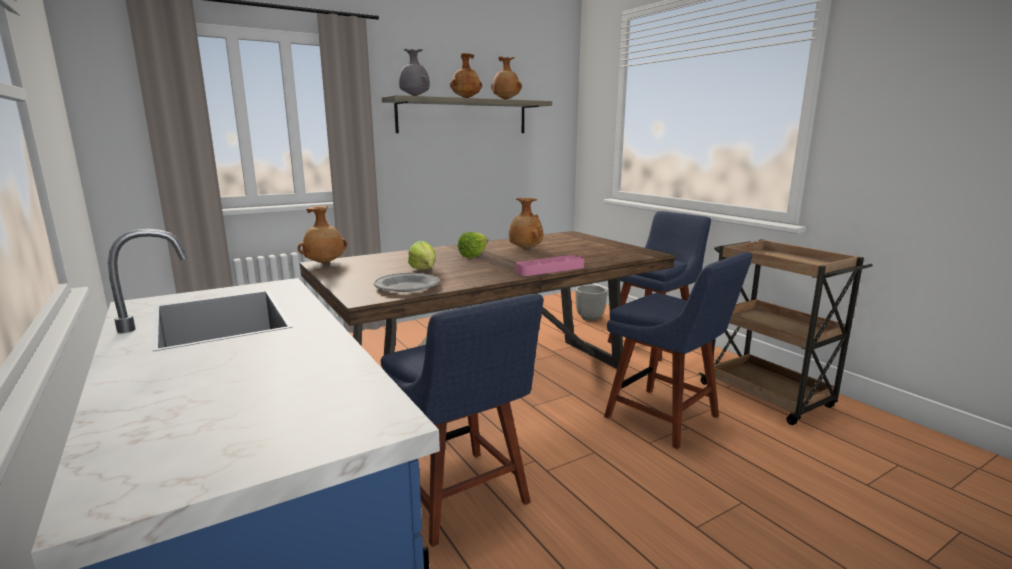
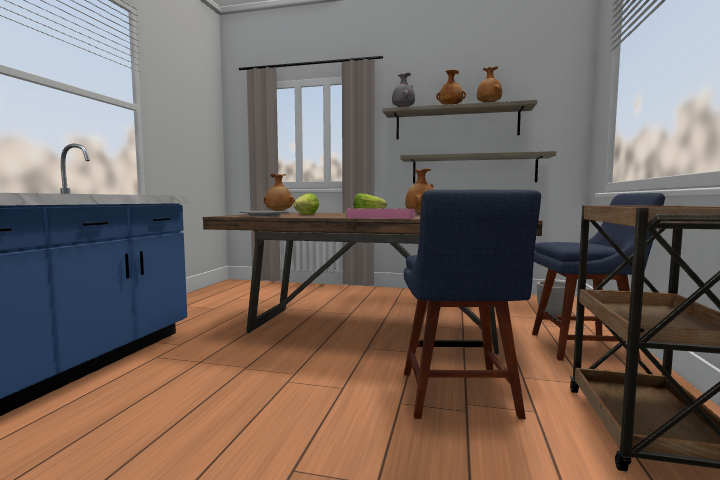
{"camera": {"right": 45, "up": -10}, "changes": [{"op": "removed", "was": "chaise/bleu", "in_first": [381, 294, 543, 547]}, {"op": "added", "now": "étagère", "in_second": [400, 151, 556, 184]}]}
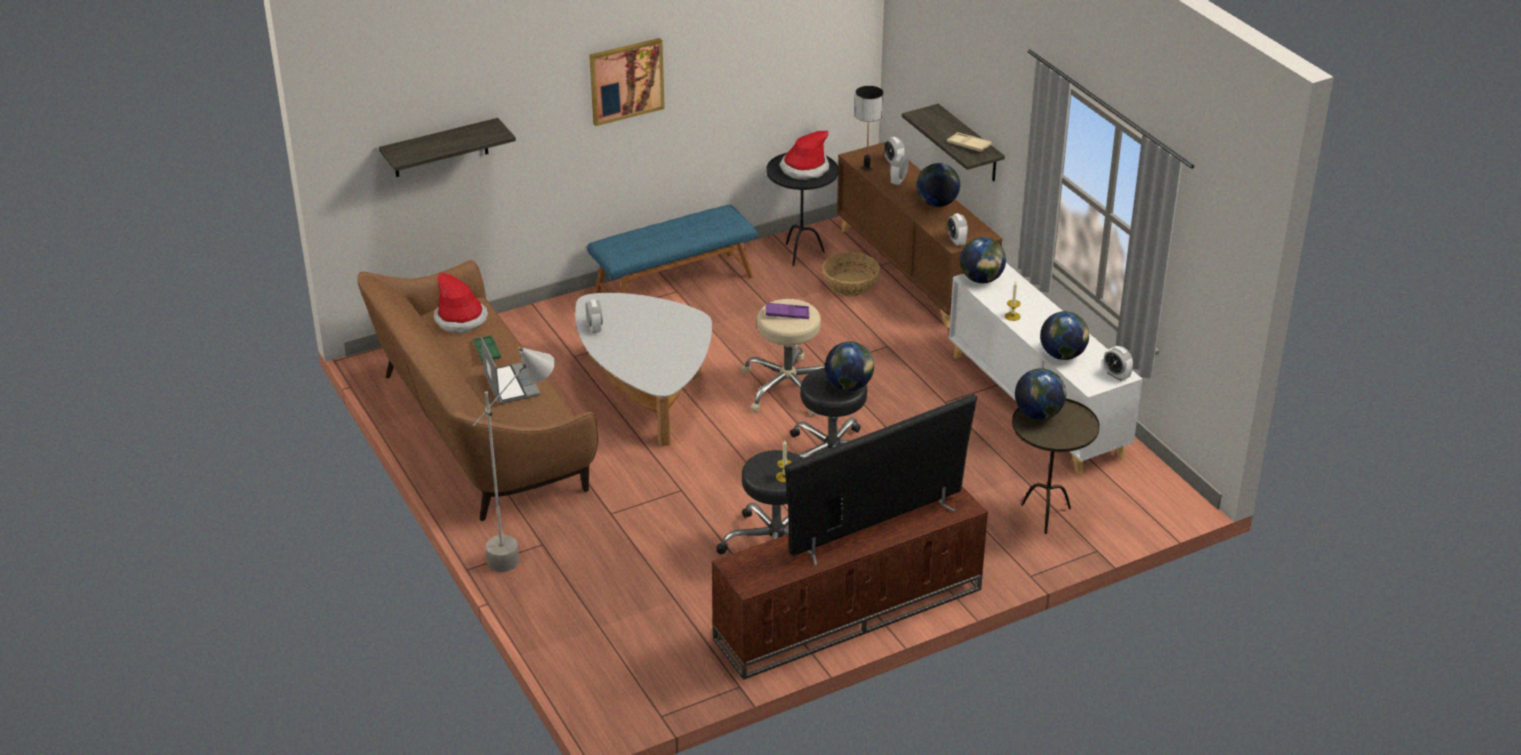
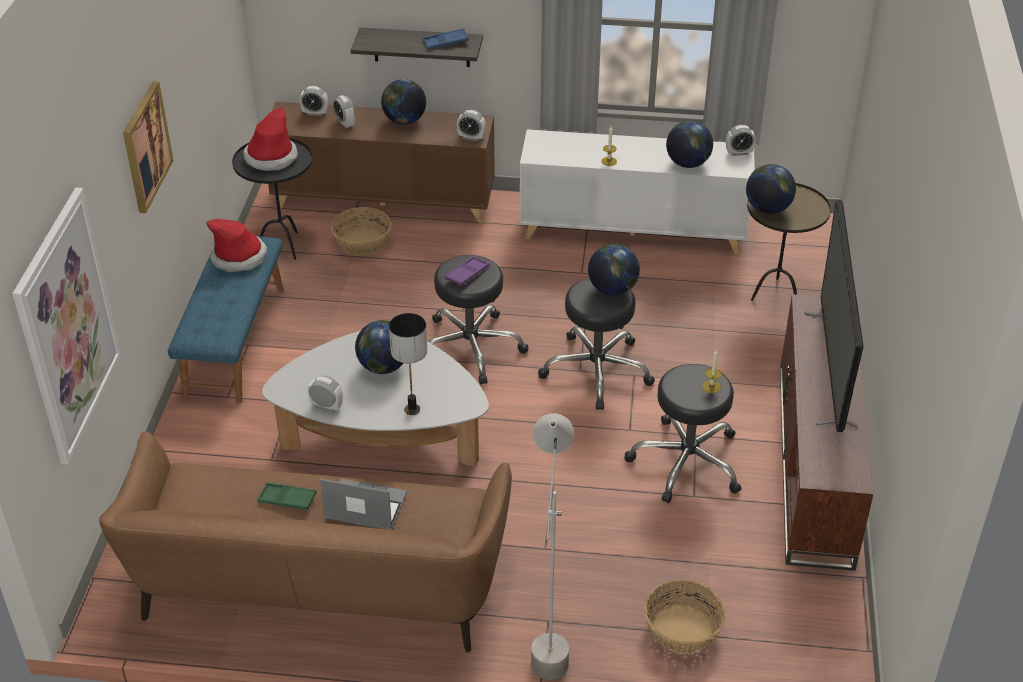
{"camera": {"right": -55, "up": 5}, "changes": [{"op": "moved", "was": "lampe de table", "in_first": [855, 86, 884, 171], "in_second": [389, 313, 427, 415]}, {"op": "replaced", "was": "étagère", "now": "tableau", "in_first": [379, 118, 516, 177], "in_second": [12, 187, 121, 464]}, {"op": "recoloured", "was": "plateau/beige", "now": "plateau/bleu", "in_first": [947, 132, 992, 152], "in_second": [423, 28, 469, 50]}, {"op": "moved", "was": "globe", "in_first": [960, 237, 1006, 283], "in_second": [355, 320, 403, 374]}, {"op": "moved", "was": "chapeau", "in_first": [434, 272, 488, 333], "in_second": [206, 219, 267, 272]}, {"op": "recoloured", "was": "tabouret/beige", "now": "tabouret/noir", "in_first": [741, 299, 825, 416], "in_second": [428, 255, 529, 384]}, {"op": "added", "now": "panier", "in_second": [644, 580, 725, 653]}]}
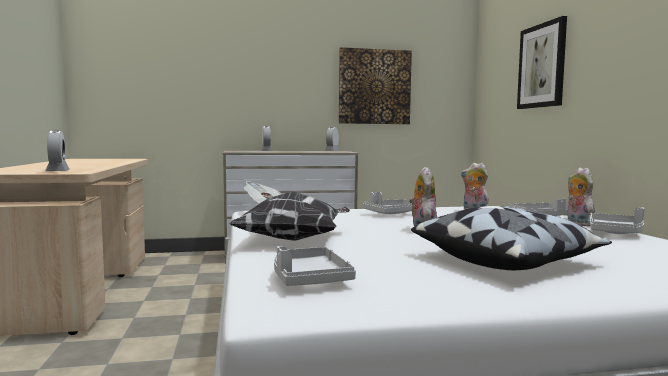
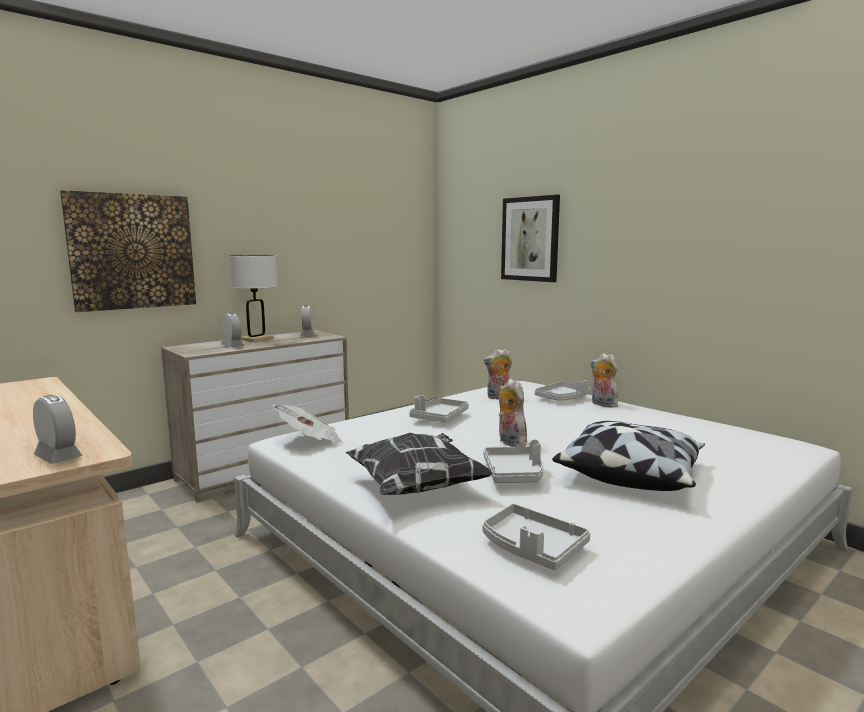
{"camera": {"right": -30, "up": 5}, "changes": [{"op": "moved", "was": "tableau", "in_first": [339, 47, 412, 124], "in_second": [60, 190, 196, 312]}, {"op": "moved", "was": "plateau/gris", "in_first": [590, 207, 644, 234], "in_second": [483, 439, 543, 483]}, {"op": "added", "now": "lampe de table/blanc", "in_second": [228, 255, 278, 342]}]}
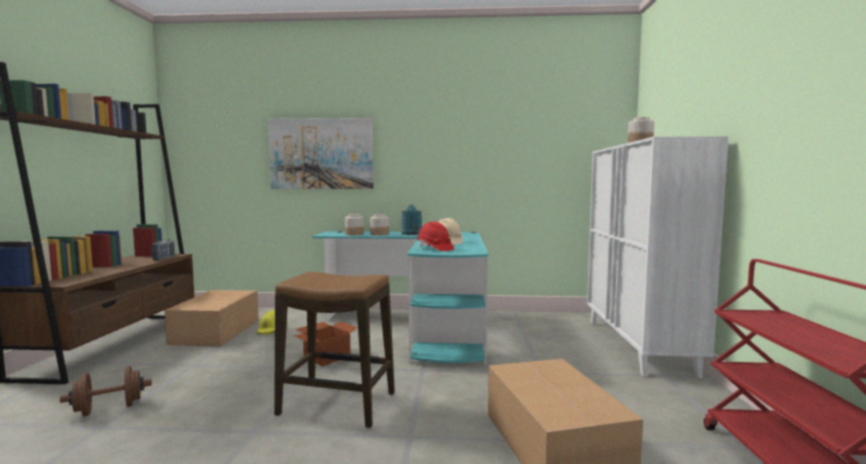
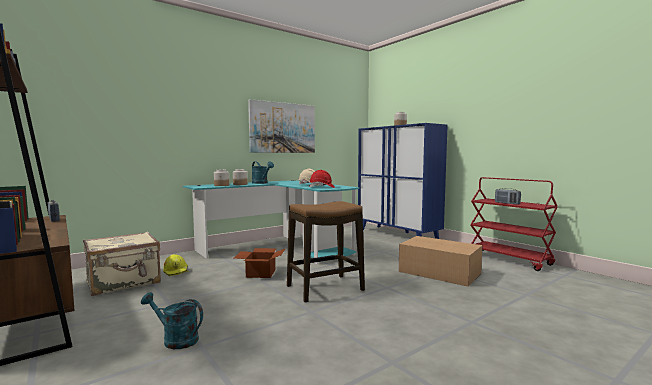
{"camera": {"right": -40, "up": 0}, "changes": [{"op": "moved", "was": "tableau", "in_first": [268, 118, 374, 189], "in_second": [248, 99, 315, 153]}, {"op": "recoloured", "was": "meuble de rangement/blanc", "now": "meuble de rangement/bleu", "in_first": [587, 136, 728, 378], "in_second": [358, 123, 447, 239]}, {"op": "replaced", "was": "carton", "now": "valise/beige", "in_first": [165, 290, 259, 346], "in_second": [83, 232, 161, 296]}, {"op": "replaced", "was": "haltère/marron", "now": "arrosoir/turquoise", "in_first": [60, 366, 152, 416], "in_second": [141, 292, 203, 349]}, {"op": "added", "now": "radio", "in_second": [495, 188, 521, 205]}]}
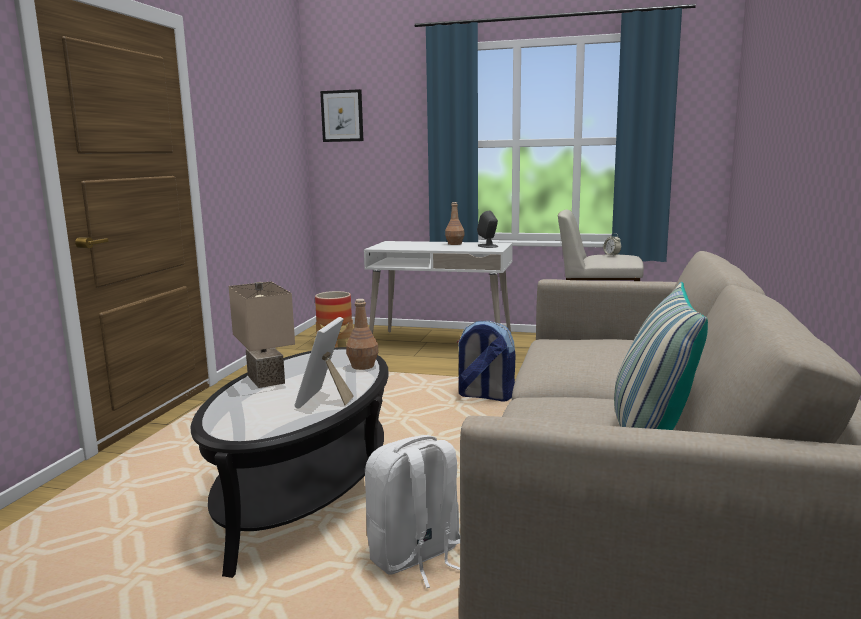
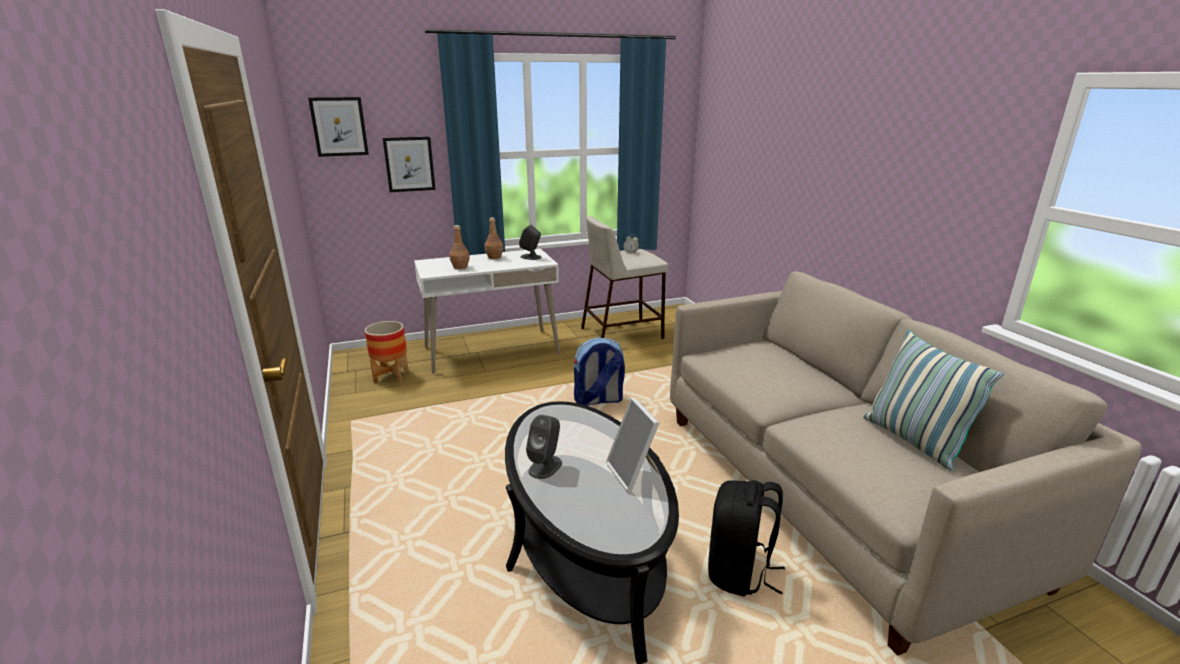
{"camera": {"right": -35, "up": 10}, "changes": [{"op": "replaced", "was": "lampe de table/beige", "now": "enceinte/gris", "in_first": [229, 282, 295, 388], "in_second": [526, 415, 562, 479]}, {"op": "moved", "was": "bouteille/marron", "in_first": [346, 299, 379, 370], "in_second": [450, 225, 470, 269]}, {"op": "recoloured", "was": "sac à dos/blanc", "now": "sac à dos/noir", "in_first": [365, 435, 460, 588], "in_second": [708, 480, 785, 596]}, {"op": "added", "now": "tableau", "in_second": [383, 136, 436, 192]}]}
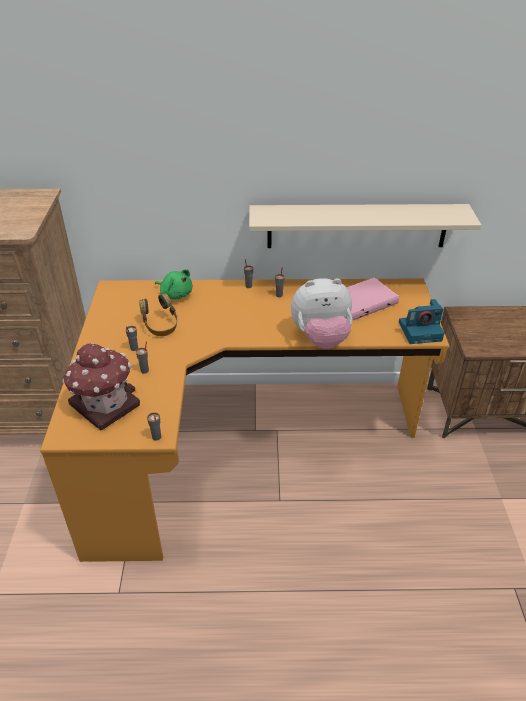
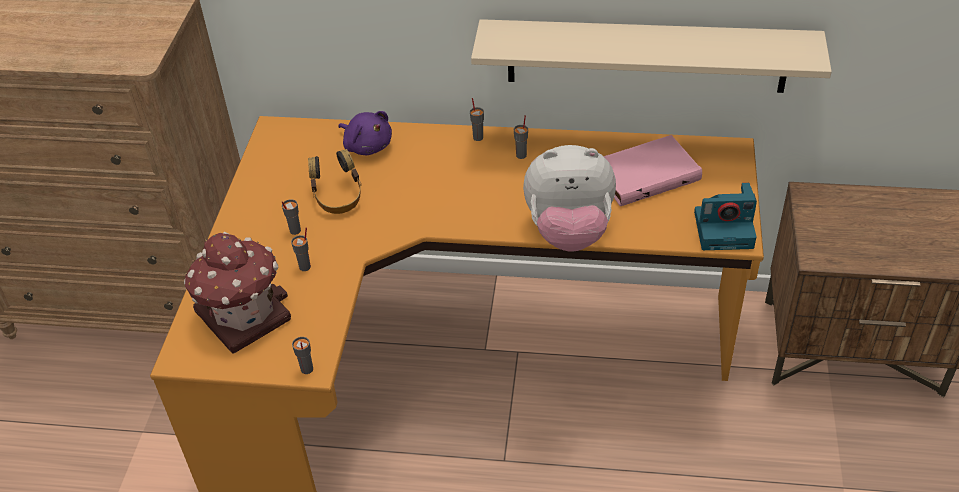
{"camera": {"right": 10, "up": 5}, "changes": [{"op": "recoloured", "was": "peluche/vert", "now": "peluche/violet", "in_first": [155, 269, 192, 300], "in_second": [339, 111, 392, 155]}]}
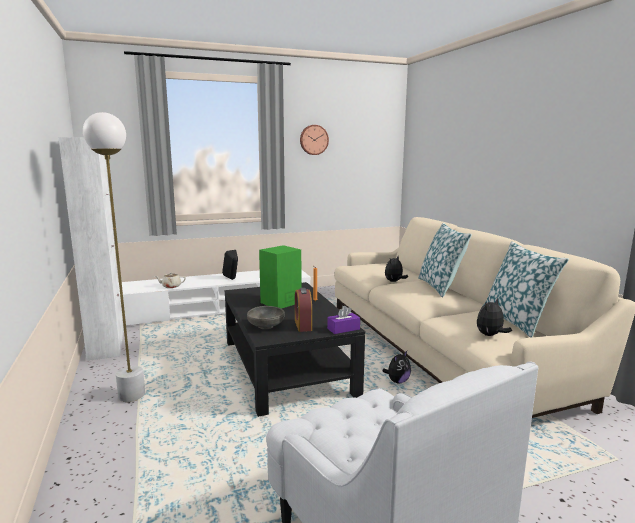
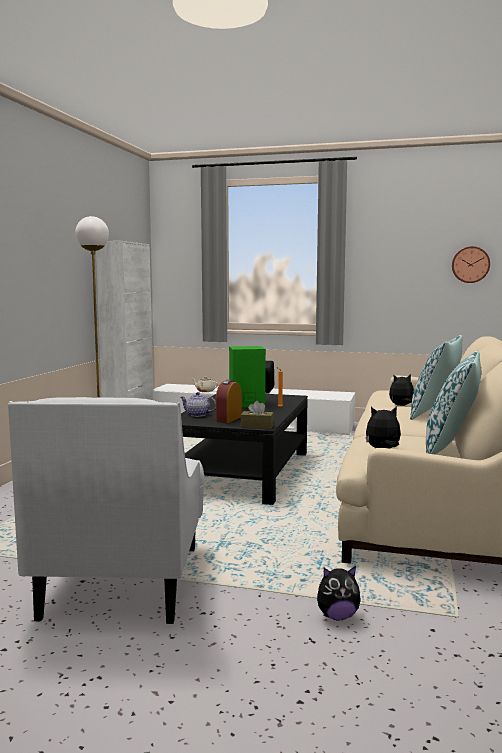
{"camera": {"right": 35, "up": -5}, "changes": [{"op": "moved", "was": "horloge murale", "in_first": [300, 125, 329, 155], "in_second": [452, 246, 490, 283]}, {"op": "replaced", "was": "bol/gris", "now": "théière", "in_first": [247, 306, 285, 329], "in_second": [180, 392, 216, 417]}, {"op": "recoloured", "was": "boîte à mouchoirs/violet", "now": "boîte à mouchoirs/marron", "in_first": [327, 306, 360, 334], "in_second": [241, 401, 274, 429]}, {"op": "moved", "was": "peluche", "in_first": [382, 351, 411, 383], "in_second": [317, 566, 361, 620]}]}
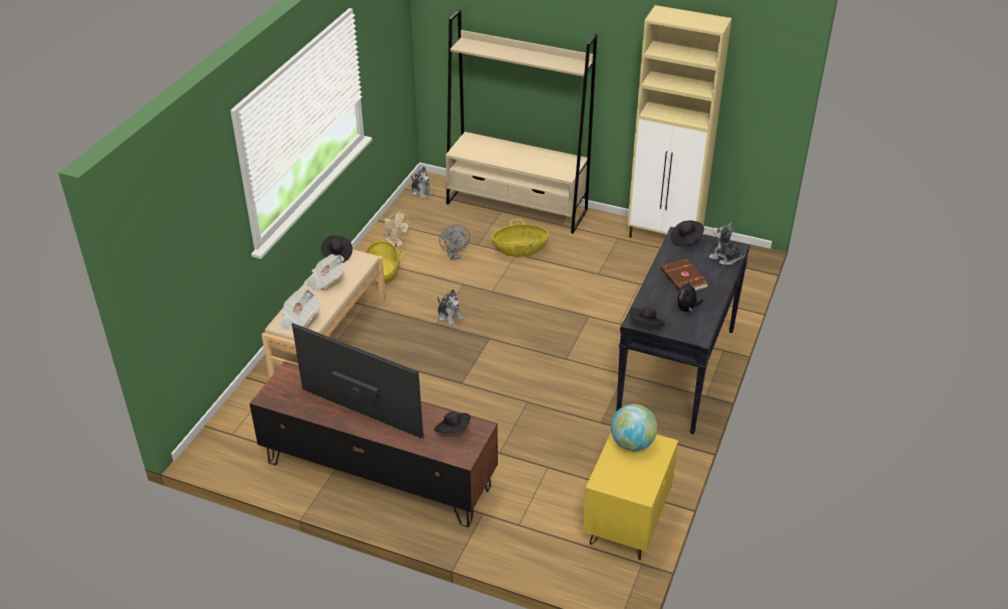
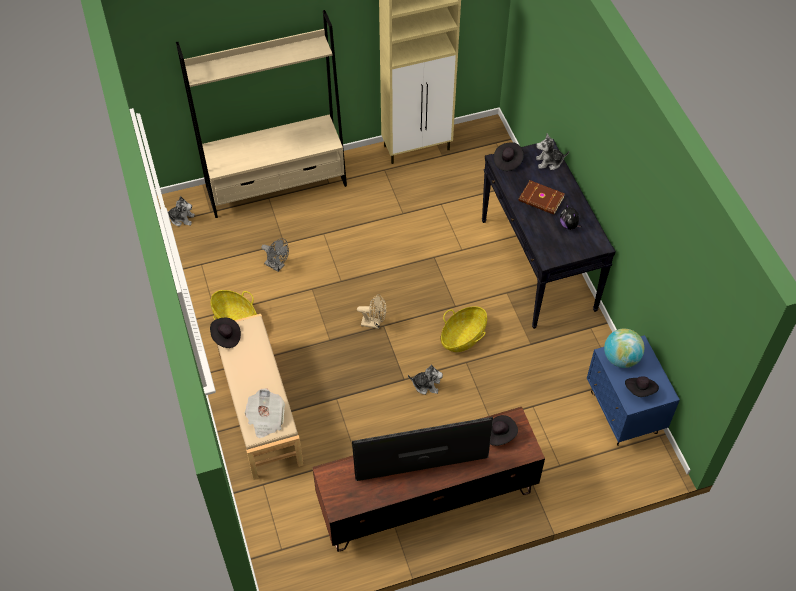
{"camera": {"right": -40, "up": 15}, "changes": [{"op": "moved", "was": "ventilateur/beige", "in_first": [384, 212, 410, 248], "in_second": [357, 294, 386, 329]}, {"op": "moved", "was": "panier", "in_first": [492, 219, 549, 257], "in_second": [441, 306, 487, 352]}, {"op": "removed", "was": "journal", "in_first": [304, 254, 344, 292]}, {"op": "moved", "was": "peluche", "in_first": [438, 289, 464, 326], "in_second": [408, 364, 443, 395]}, {"op": "moved", "was": "chapeau/noir", "in_first": [630, 307, 665, 326], "in_second": [625, 376, 659, 397]}, {"op": "recoloured", "was": "table de chevet/jaune", "now": "table de chevet/bleu", "in_first": [583, 433, 678, 560], "in_second": [587, 335, 680, 446]}]}
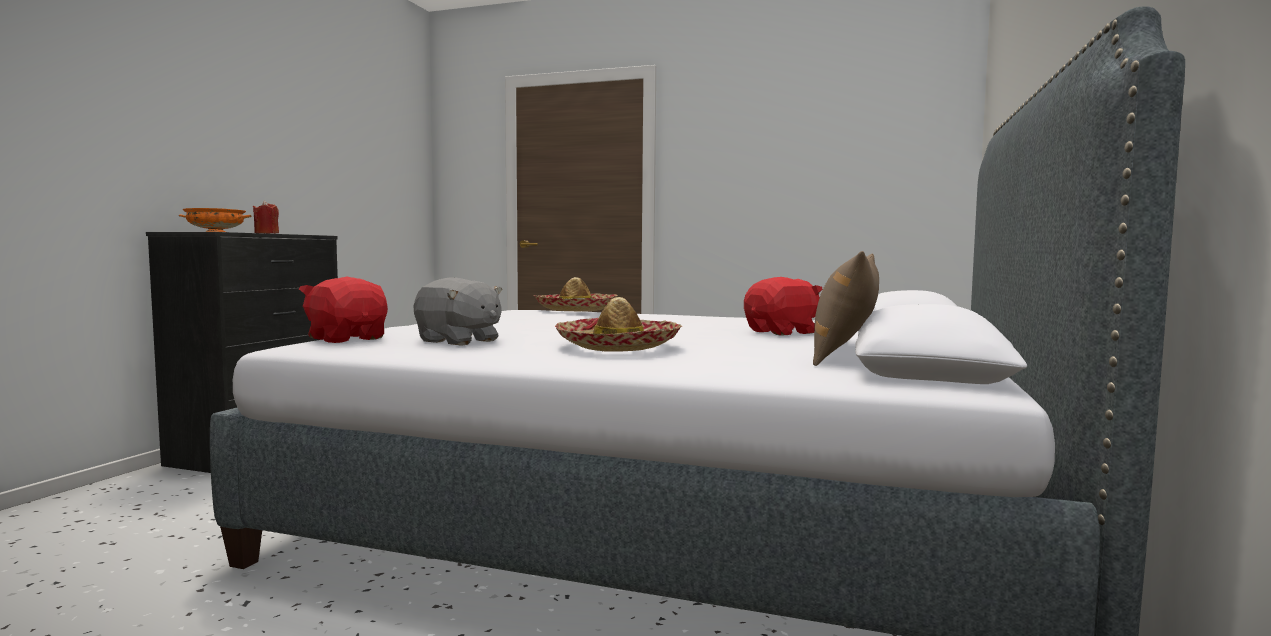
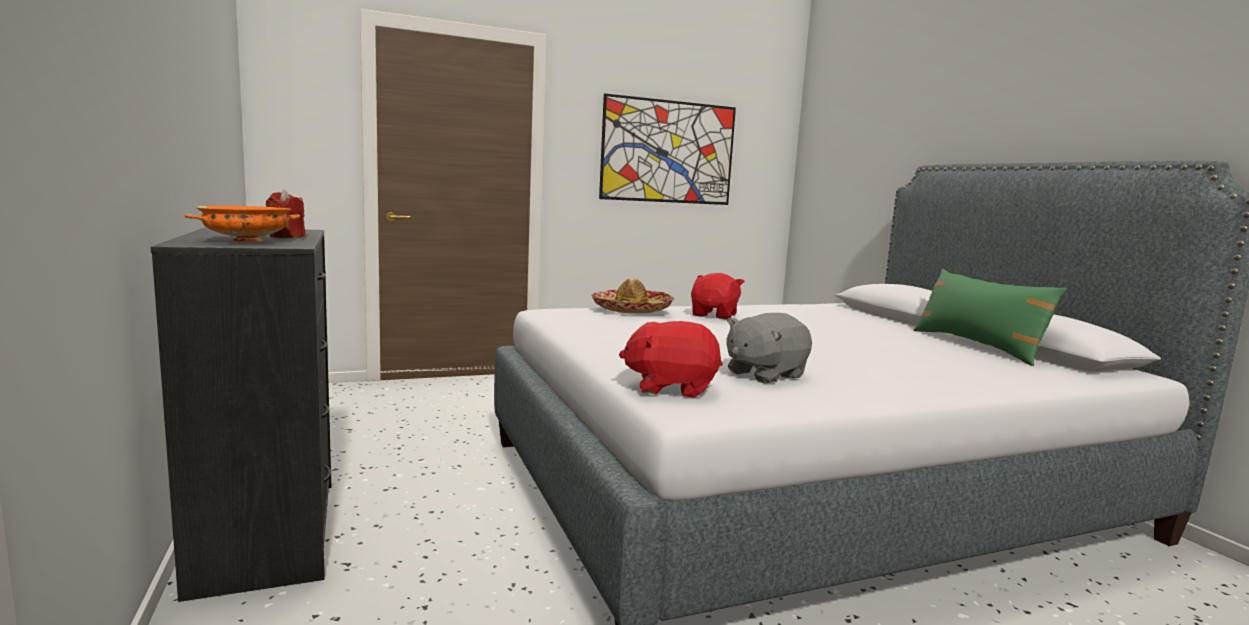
{"camera": {"right": -40, "up": 5}, "changes": [{"op": "recoloured", "was": "coussin/marron", "now": "coussin/vert", "in_first": [813, 251, 879, 366], "in_second": [914, 269, 1067, 366]}, {"op": "turned", "was": "peluche/gris", "in_first": [413, 277, 502, 346], "in_second": [726, 313, 812, 383], "clockwise": 150}, {"op": "moved", "was": "peluche/rouge", "in_first": [744, 277, 822, 336], "in_second": [691, 273, 745, 319]}, {"op": "removed", "was": "chapeau", "in_first": [555, 297, 682, 352]}, {"op": "added", "now": "tableau", "in_second": [599, 93, 736, 205]}]}
